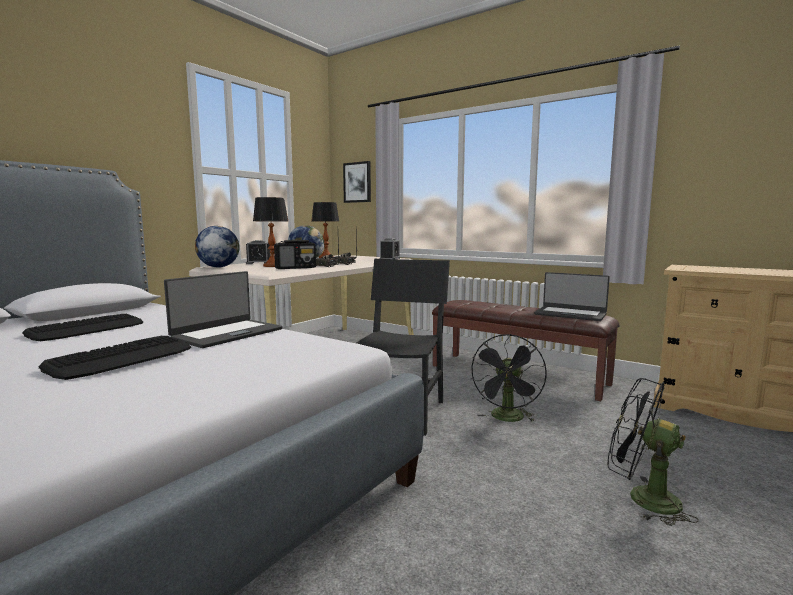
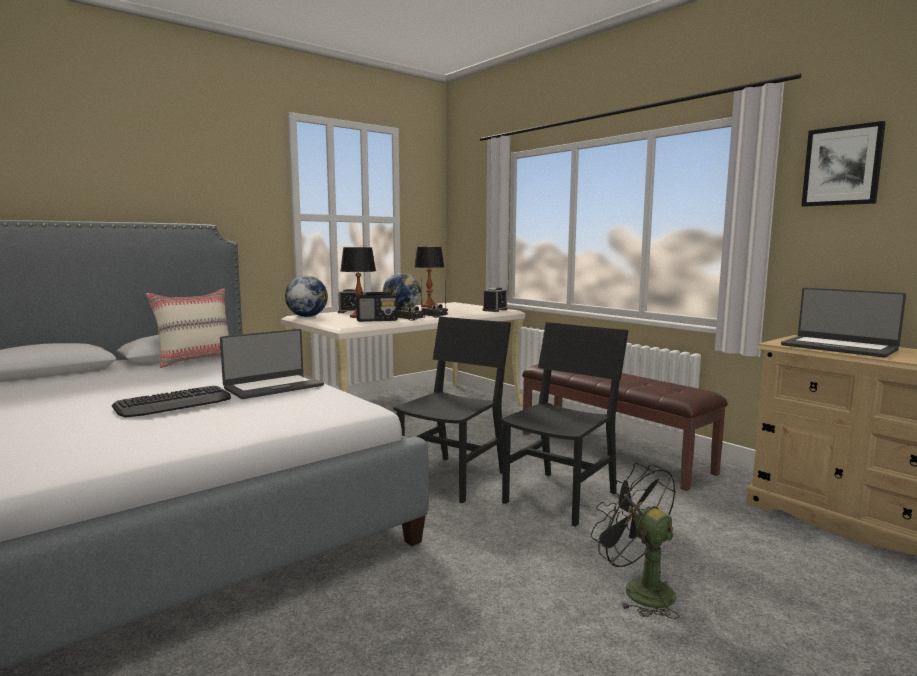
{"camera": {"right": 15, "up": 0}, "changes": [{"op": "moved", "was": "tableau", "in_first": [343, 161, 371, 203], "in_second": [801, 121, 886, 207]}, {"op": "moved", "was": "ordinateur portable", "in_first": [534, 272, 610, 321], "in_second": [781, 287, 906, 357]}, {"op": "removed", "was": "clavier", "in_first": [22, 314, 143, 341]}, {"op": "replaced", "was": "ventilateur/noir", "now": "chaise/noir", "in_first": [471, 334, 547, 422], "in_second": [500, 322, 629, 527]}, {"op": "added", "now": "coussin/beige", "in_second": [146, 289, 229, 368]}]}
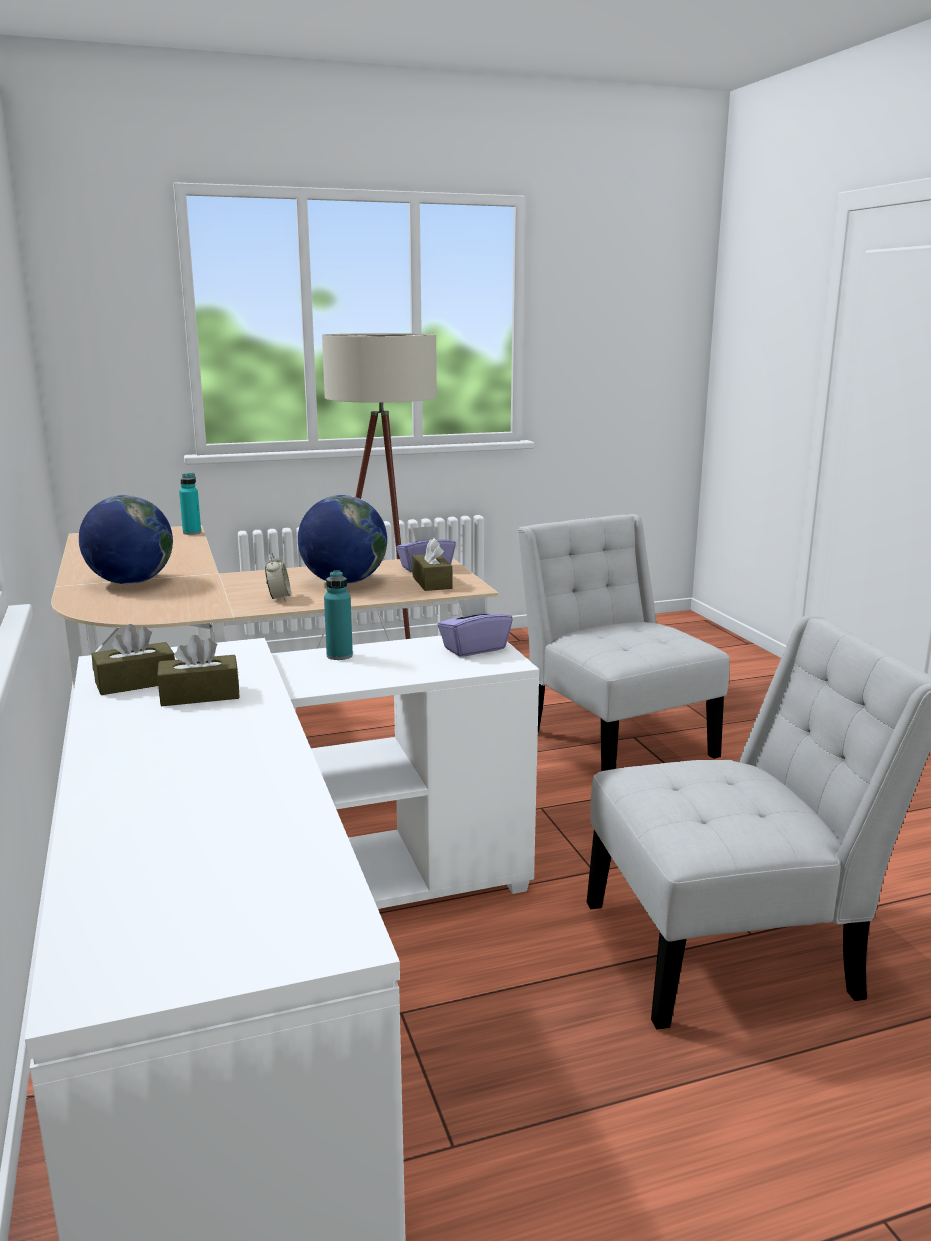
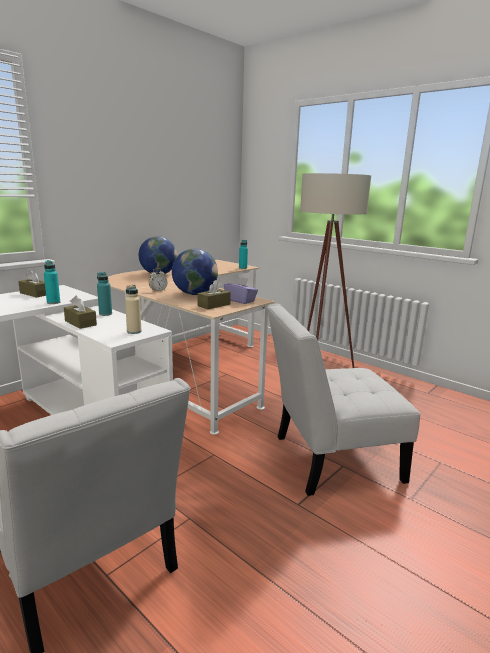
{"camera": {"right": 60, "up": 0}, "changes": [{"op": "turned", "was": "chaise/blanc", "in_first": [518, 514, 730, 771], "in_second": [267, 304, 420, 496], "clockwise": -135}, {"op": "replaced", "was": "boîte à mouchoirs/violet", "now": "bouteille/beige", "in_first": [438, 596, 513, 657], "in_second": [125, 285, 141, 334]}, {"op": "moved", "was": "boîte à mouchoirs/marron", "in_first": [157, 635, 240, 706], "in_second": [64, 295, 97, 329]}, {"op": "added", "now": "bouteille/turquoise", "in_second": [44, 260, 60, 304]}]}
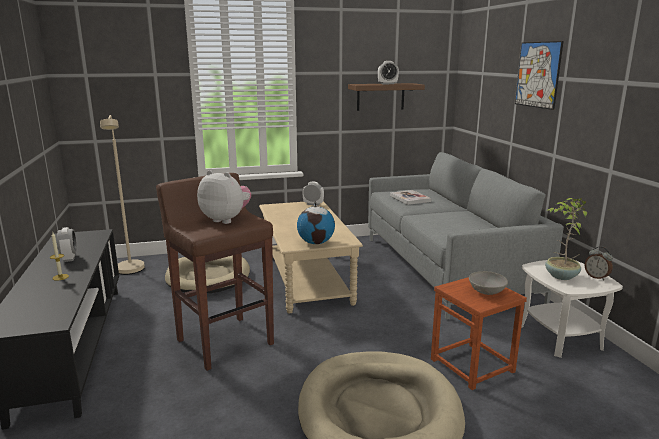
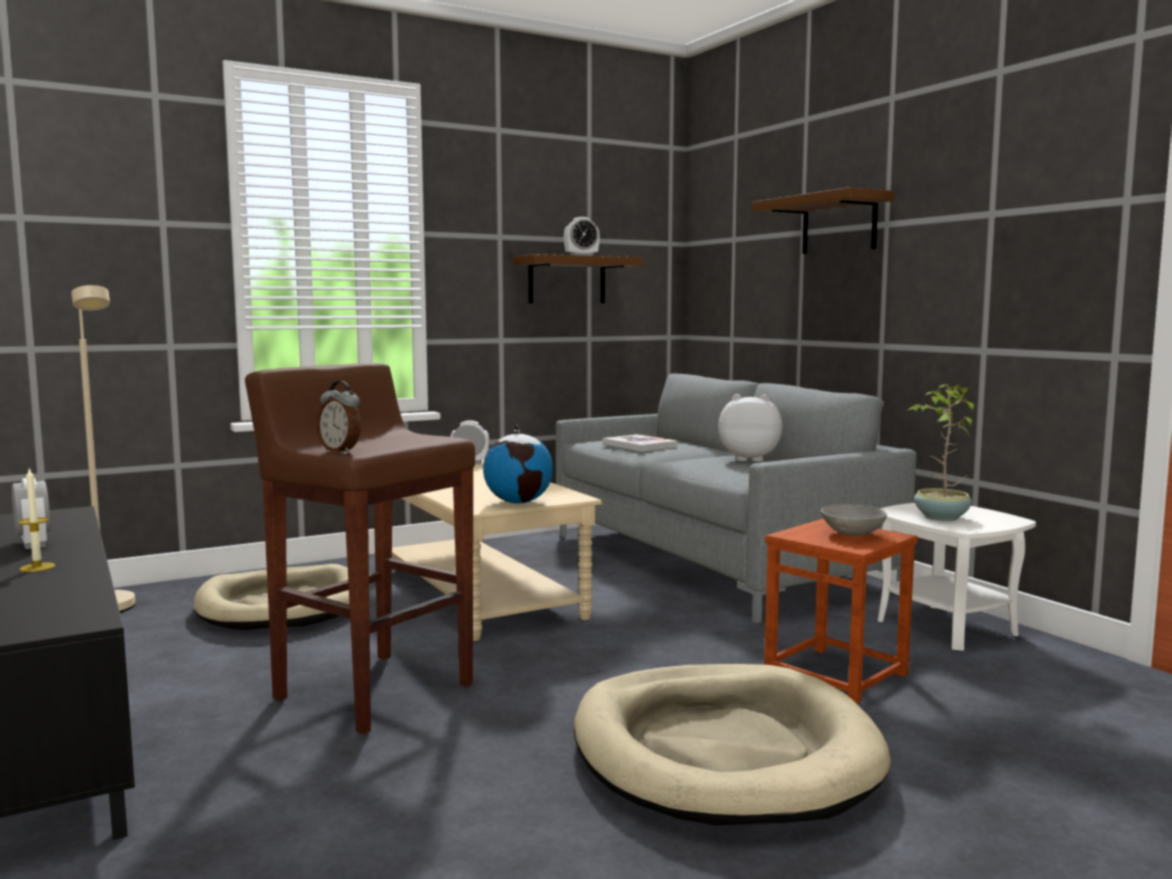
{"camera": {"right": -15, "up": -10}, "changes": [{"op": "replaced", "was": "tableau", "now": "étagère/marron", "in_first": [515, 41, 564, 110], "in_second": [751, 187, 894, 254]}, {"op": "moved", "was": "peluche", "in_first": [197, 170, 251, 224], "in_second": [718, 394, 783, 462]}, {"op": "moved", "was": "réveil", "in_first": [585, 246, 613, 281], "in_second": [317, 381, 361, 453]}]}
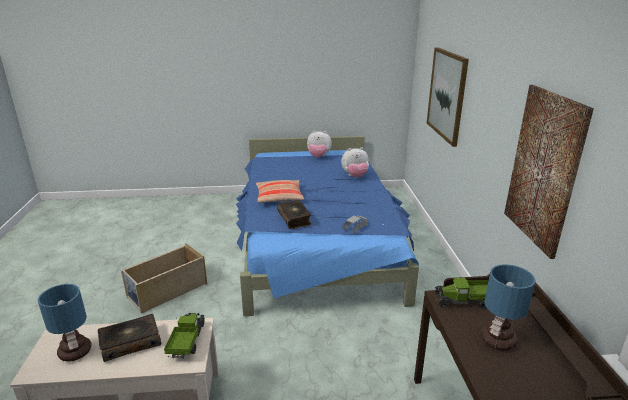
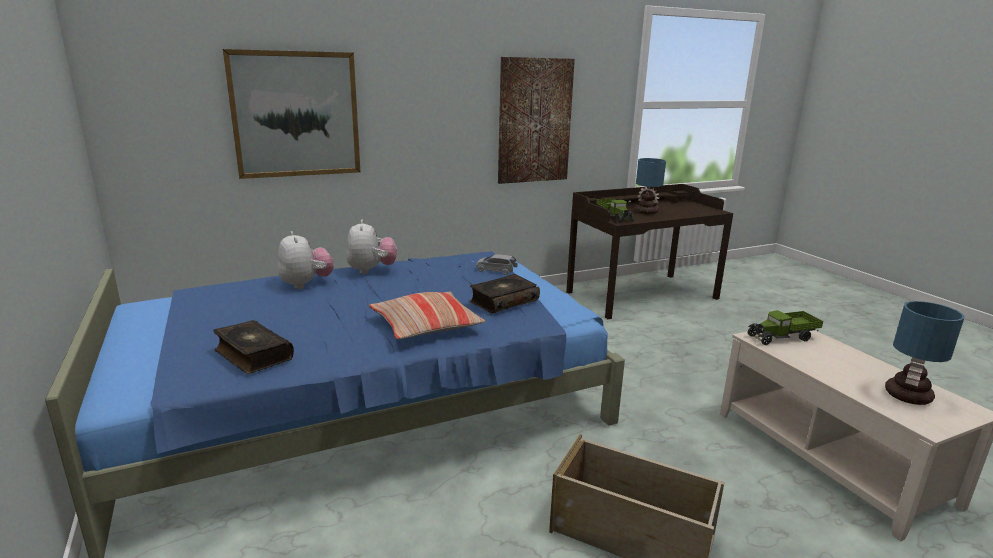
{"camera": {"right": -110, "up": -5}, "changes": [{"op": "moved", "was": "peluche", "in_first": [307, 130, 332, 158], "in_second": [346, 220, 397, 274]}, {"op": "moved", "was": "livre", "in_first": [98, 314, 161, 362], "in_second": [213, 320, 294, 374]}]}
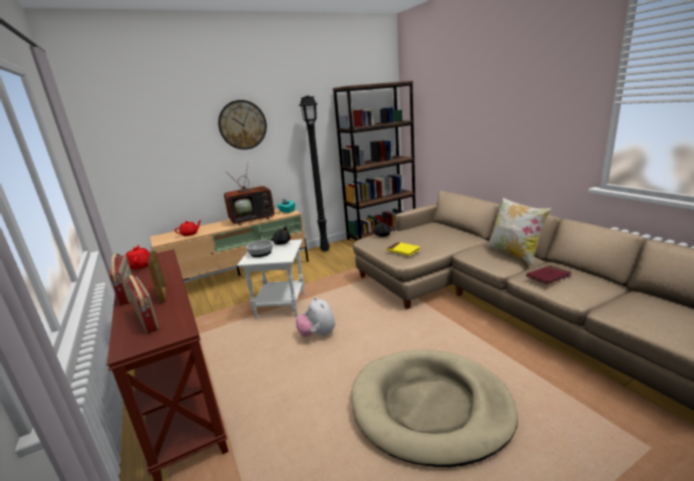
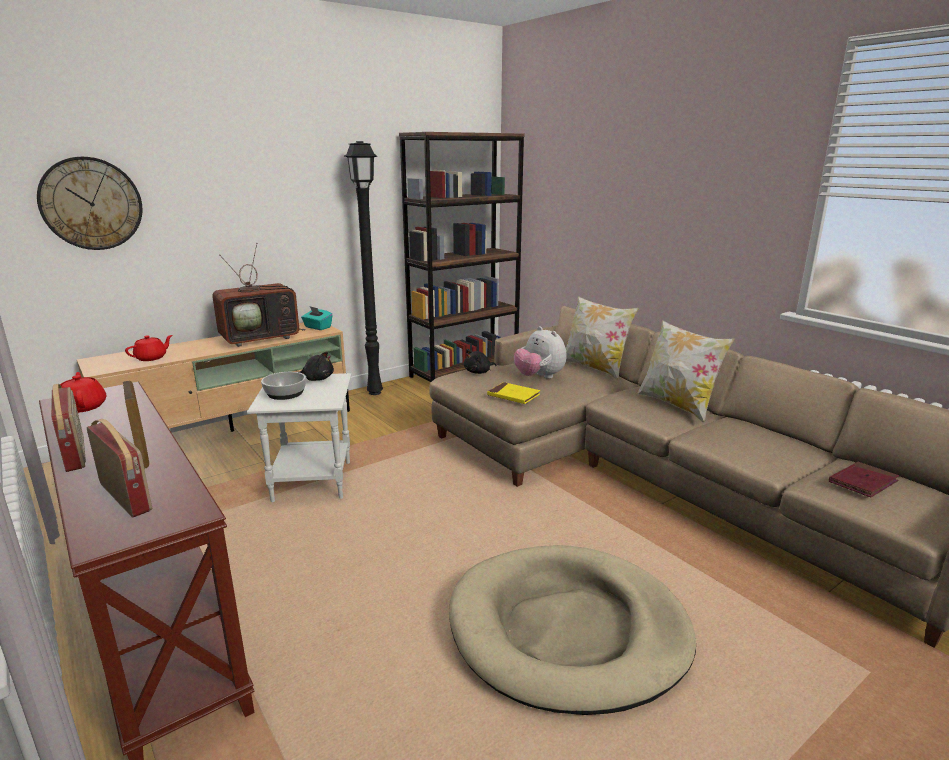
{"camera": {"right": -10, "up": 0}, "changes": [{"op": "moved", "was": "horloge murale", "in_first": [218, 100, 267, 150], "in_second": [37, 156, 143, 250]}, {"op": "moved", "was": "livre/rouge", "in_first": [526, 265, 572, 285], "in_second": [829, 462, 899, 498]}, {"op": "moved", "was": "peluche", "in_first": [296, 297, 335, 337], "in_second": [514, 326, 566, 379]}, {"op": "added", "now": "coussin", "in_second": [566, 296, 639, 380]}]}
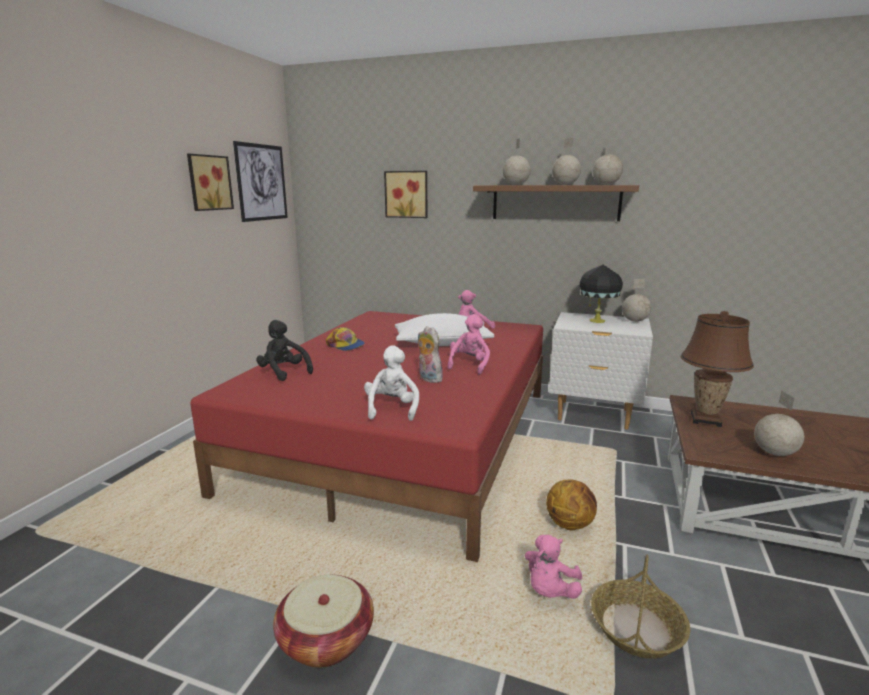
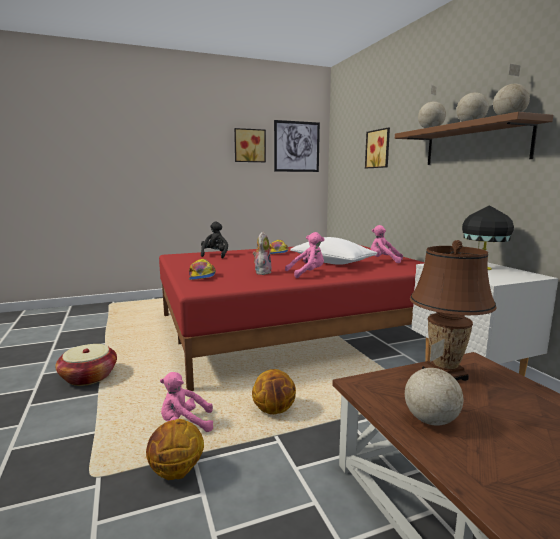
{"camera": {"right": 50, "up": -5}, "changes": [{"op": "removed", "was": "globe", "in_first": [622, 279, 651, 322]}, {"op": "replaced", "was": "peluche/blanc", "now": "casquette", "in_first": [364, 345, 419, 421], "in_second": [189, 259, 216, 280]}, {"op": "replaced", "was": "panier", "now": "ballon de basket", "in_first": [591, 554, 690, 659], "in_second": [146, 419, 204, 480]}]}
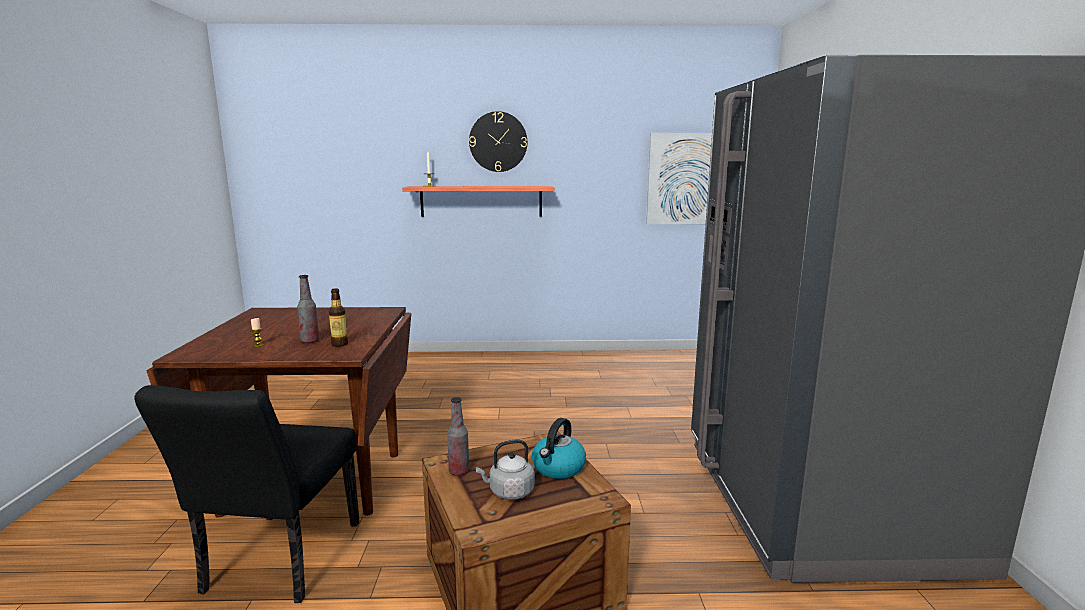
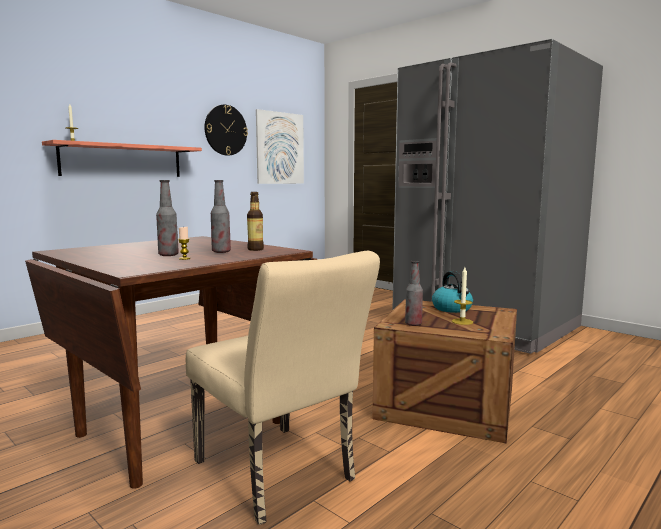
{"camera": {"right": -45, "up": -5}, "changes": [{"op": "moved", "was": "horloge murale", "in_first": [469, 111, 527, 172], "in_second": [205, 105, 248, 156]}, {"op": "recoloured", "was": "chaise/noir", "now": "chaise/beige", "in_first": [134, 385, 360, 603], "in_second": [186, 251, 380, 525]}, {"op": "replaced", "was": "bouilloire/gris", "now": "bougie", "in_first": [476, 439, 535, 500], "in_second": [452, 267, 473, 325]}, {"op": "added", "now": "bouteille", "in_second": [156, 180, 179, 256]}]}
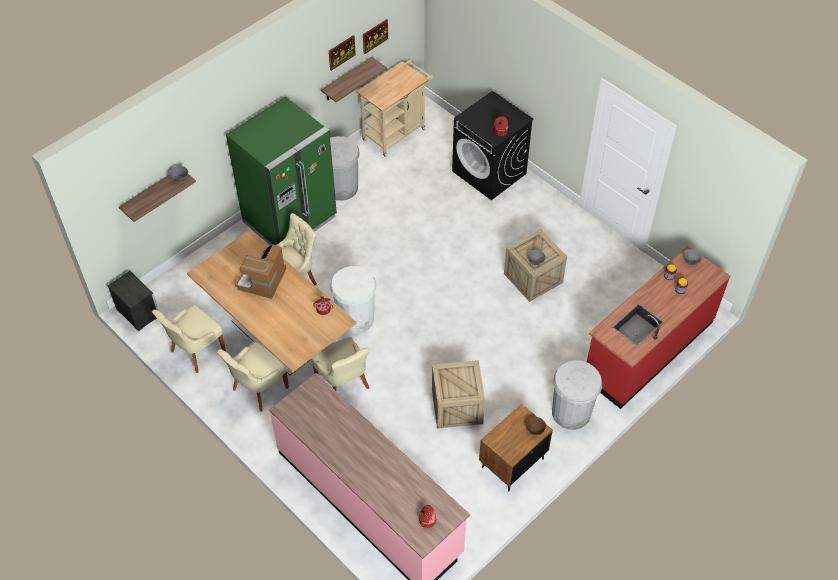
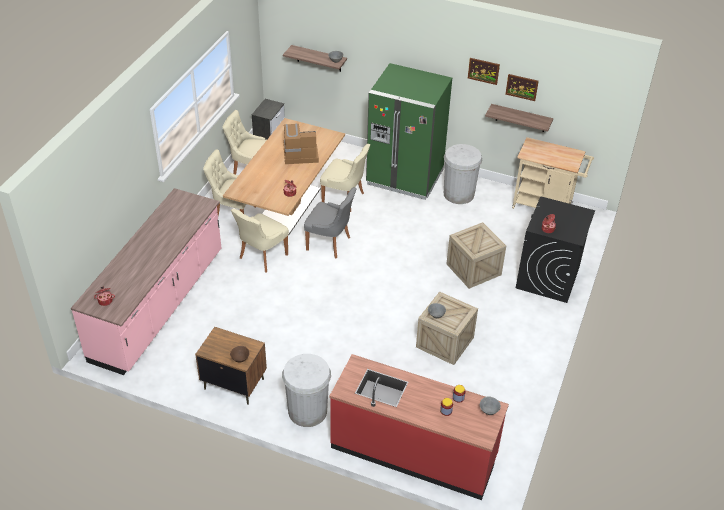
{"camera": {"right": 65, "up": -10}, "changes": [{"op": "moved", "was": "tableau", "in_first": [363, 19, 388, 54], "in_second": [468, 58, 500, 85]}, {"op": "replaced", "was": "poubelle/blanc", "now": "chaise/gris", "in_first": [330, 266, 376, 334], "in_second": [304, 187, 357, 259]}, {"op": "moved", "was": "caisse", "in_first": [432, 360, 485, 429], "in_second": [446, 222, 506, 289]}]}
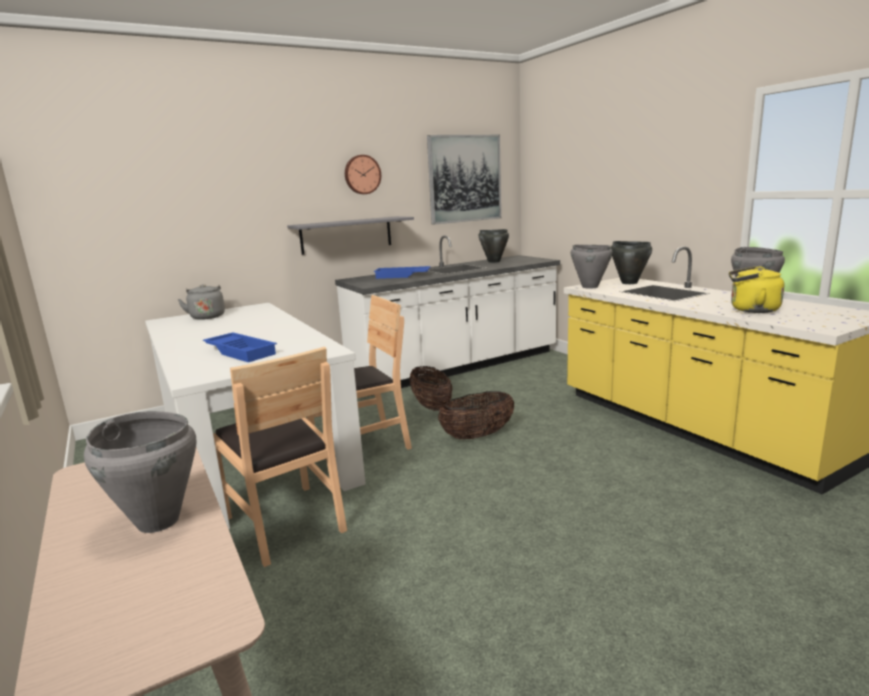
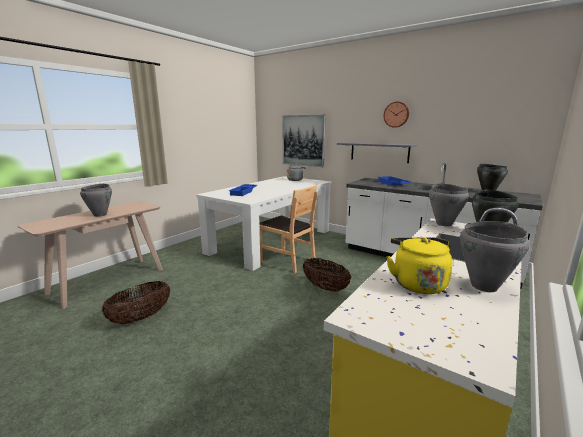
{"camera": {"right": 65, "up": 0}, "changes": [{"op": "moved", "was": "tableau", "in_first": [427, 135, 501, 225], "in_second": [282, 115, 326, 167]}, {"op": "removed", "was": "chaise/marron", "in_first": [213, 347, 347, 567]}, {"op": "moved", "was": "panier", "in_first": [409, 366, 453, 411], "in_second": [102, 281, 170, 324]}]}
